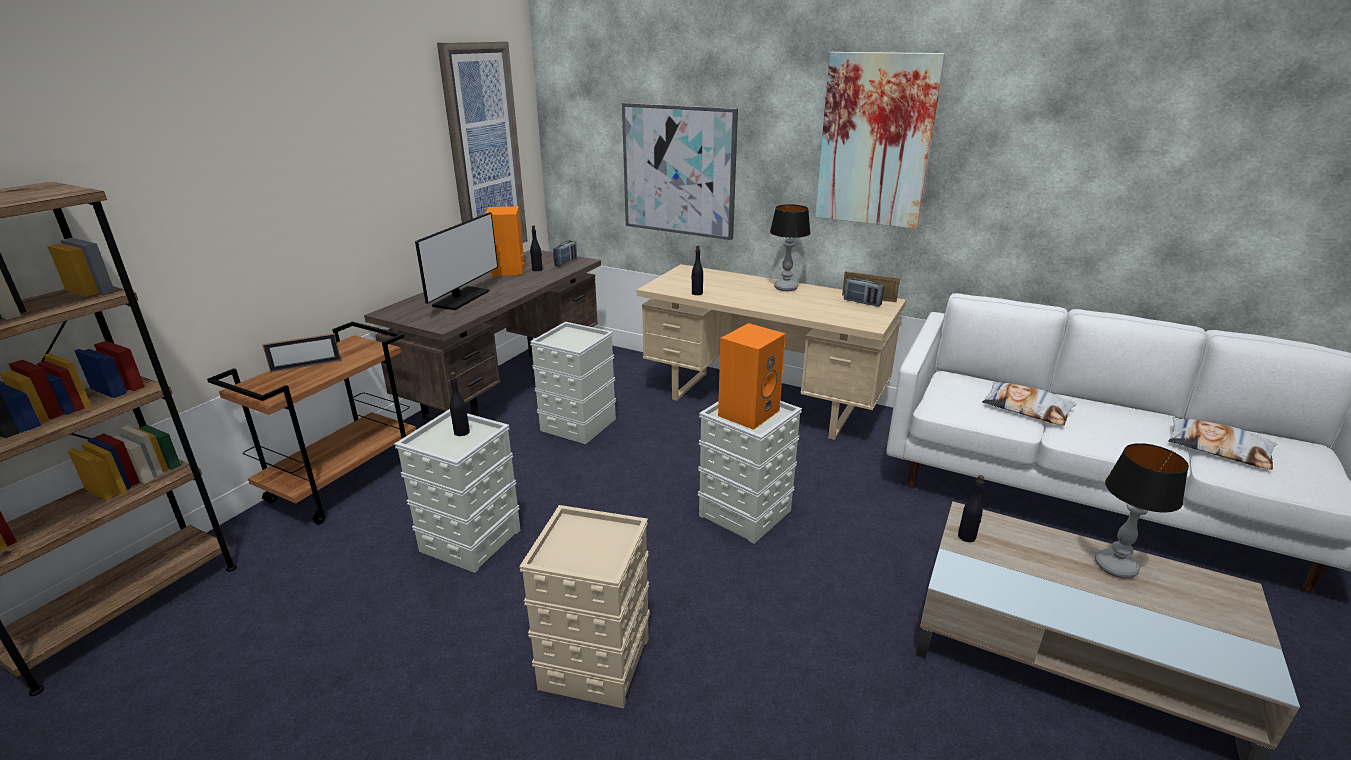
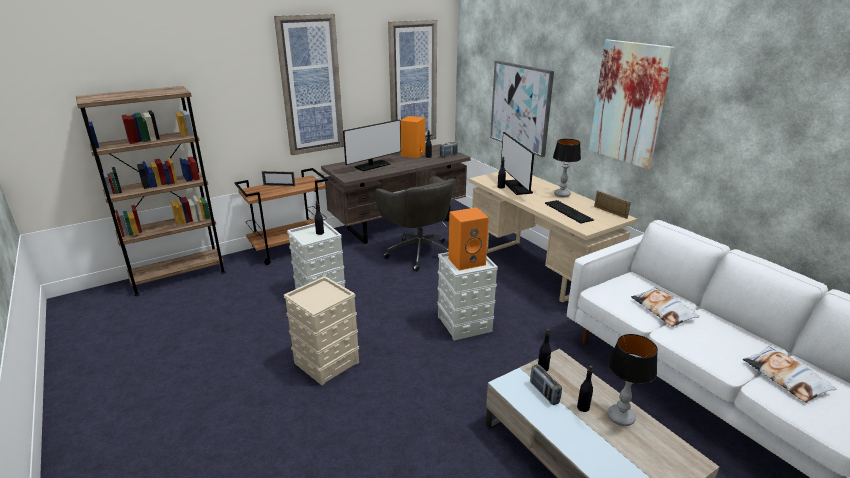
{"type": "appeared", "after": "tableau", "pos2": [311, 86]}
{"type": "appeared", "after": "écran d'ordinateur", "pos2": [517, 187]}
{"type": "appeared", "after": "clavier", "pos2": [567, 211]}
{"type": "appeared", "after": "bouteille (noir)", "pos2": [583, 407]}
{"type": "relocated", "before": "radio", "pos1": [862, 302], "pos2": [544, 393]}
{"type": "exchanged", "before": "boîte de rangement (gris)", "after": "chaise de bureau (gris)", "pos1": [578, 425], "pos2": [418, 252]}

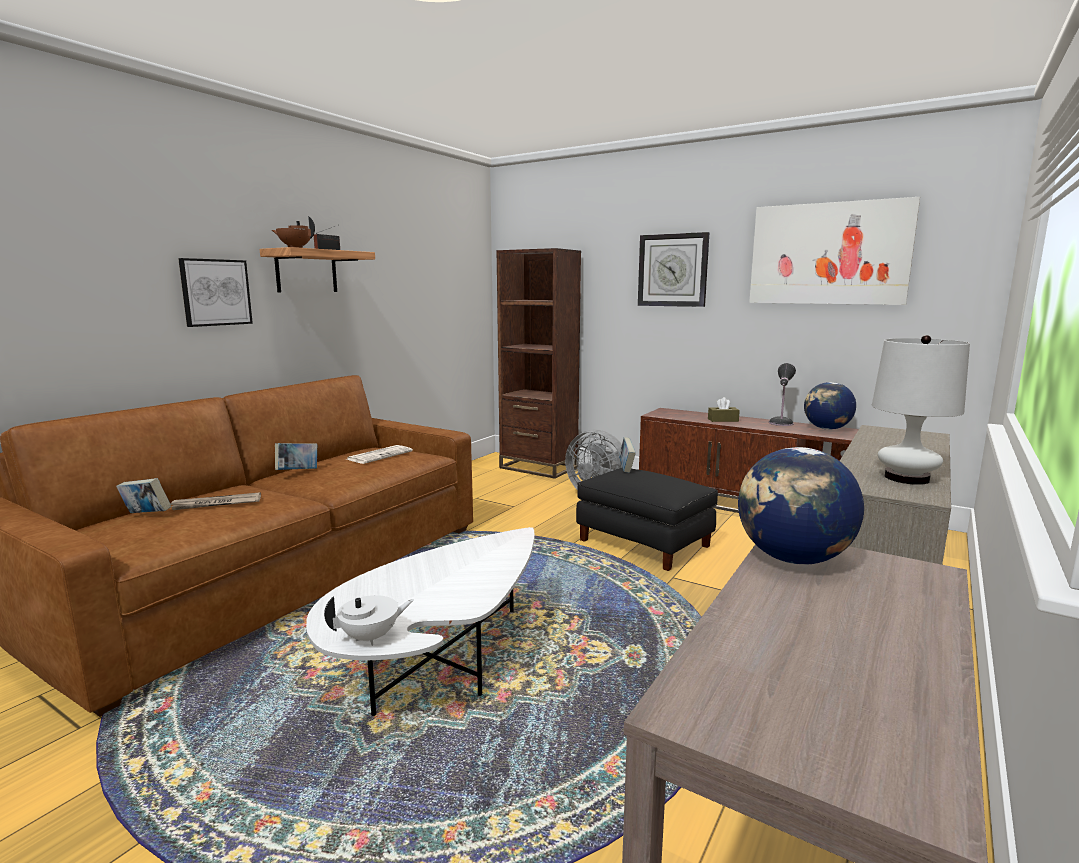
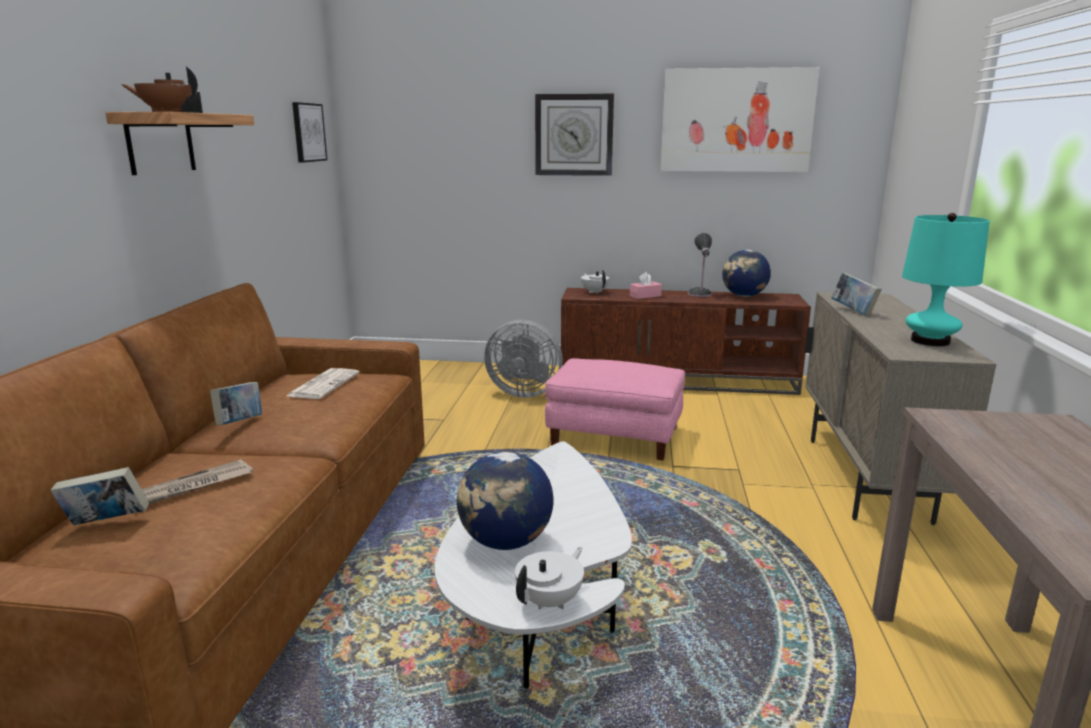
{"type": "missing", "before": "bibliothèque (marron)", "pos1": [538, 467]}
{"type": "appeared", "after": "théière (blanc)", "pos2": [594, 292]}
{"type": "relocated", "before": "tableau", "pos1": [215, 292], "pos2": [308, 132]}
{"type": "relocated", "before": "livre", "pos1": [626, 468], "pos2": [853, 311]}
{"type": "relocated", "before": "globe", "pos1": [793, 559], "pos2": [506, 542]}
{"type": "colour", "before": "pouf (noir)", "after": "pouf (rose)", "pos1": [645, 543], "pos2": [615, 435]}
{"type": "colour", "before": "boîte à mouchoirs (marron)", "after": "boîte à mouchoirs (rose)", "pos1": [723, 420], "pos2": [645, 296]}
{"type": "colour", "before": "lampe de table (blanc)", "after": "lampe de table (turquoise)", "pos1": [906, 478], "pos2": [930, 341]}

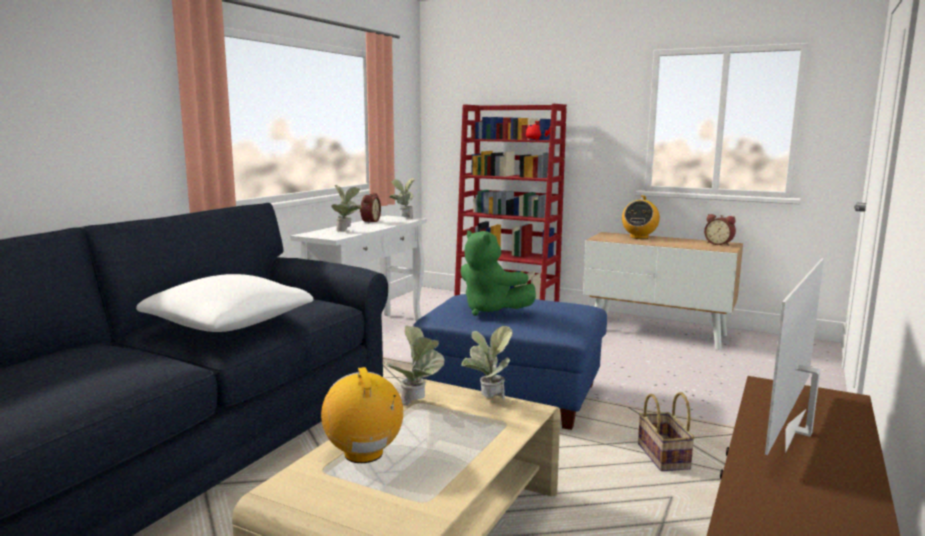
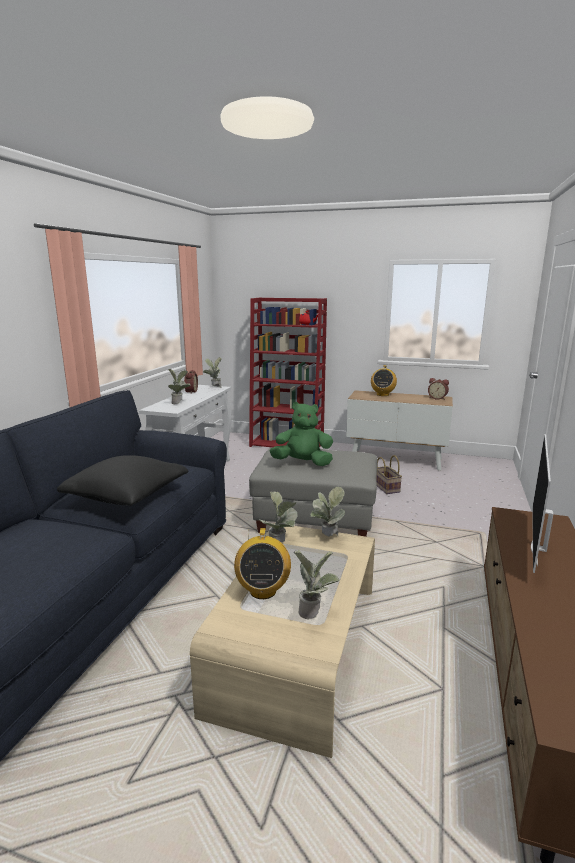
{"type": "appeared", "after": "plante en pot", "pos2": [314, 611]}
{"type": "relocated", "before": "panier", "pos1": [665, 457], "pos2": [387, 488]}
{"type": "colour", "before": "coussin (blanc)", "after": "coussin (noir)", "pos1": [228, 324], "pos2": [127, 495]}
{"type": "colour", "before": "pouf (bleu)", "after": "pouf (gris)", "pos1": [511, 396], "pos2": [316, 519]}
{"type": "spun", "before": "radio", "pos1": [364, 454], "pos2": [263, 590], "turn": -150}
{"type": "spun", "before": "peluche (vert)", "pos1": [491, 310], "pos2": [303, 463], "turn": 150}

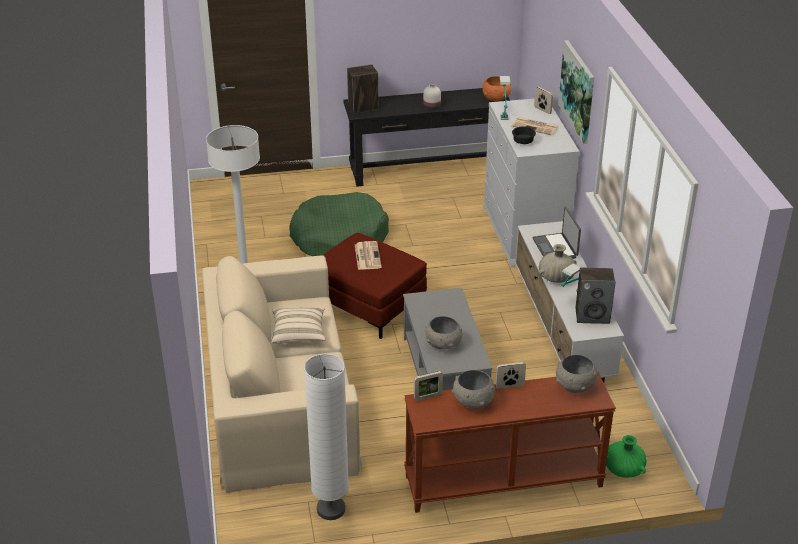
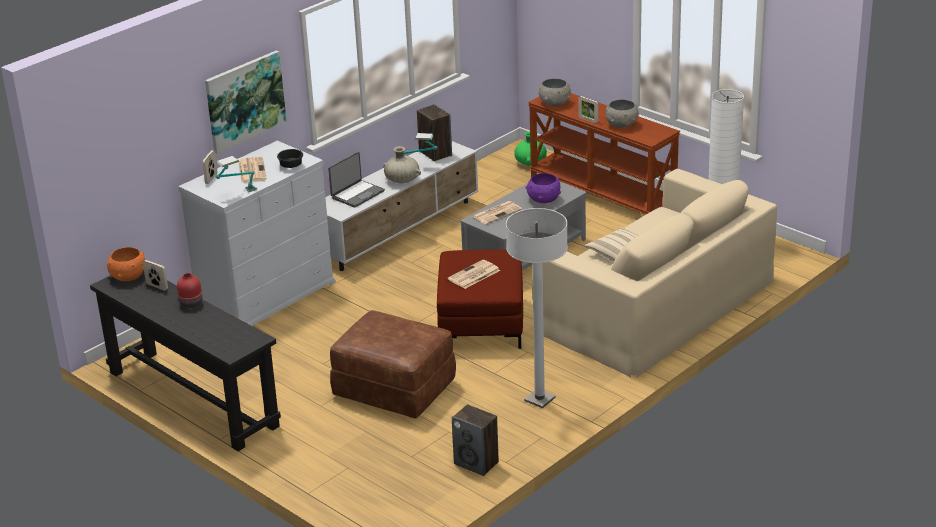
{"type": "appeared", "after": "journal", "pos2": [497, 213]}
{"type": "relocated", "before": "enceinte", "pos1": [363, 108], "pos2": [477, 463]}
{"type": "relocated", "before": "cadre photo", "pos1": [428, 397], "pos2": [157, 287]}
{"type": "exchanged", "before": "panier pour chien (vert)", "after": "pouf (marron)", "pos1": [339, 237], "pos2": [393, 389]}
{"type": "colour", "before": "vase (blanc)", "after": "vase (rouge)", "pos1": [431, 107], "pos2": [190, 303]}
{"type": "colour", "before": "bol (gris)", "after": "bol (violet)", "pos1": [443, 344], "pos2": [543, 199]}

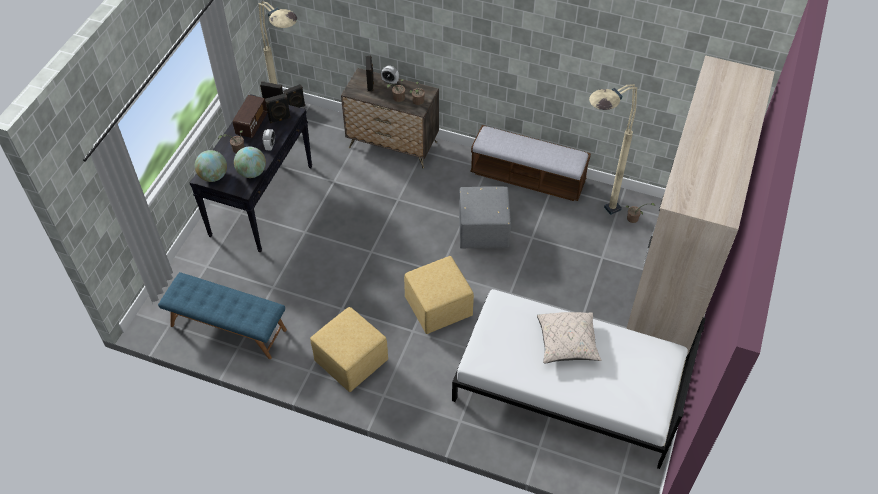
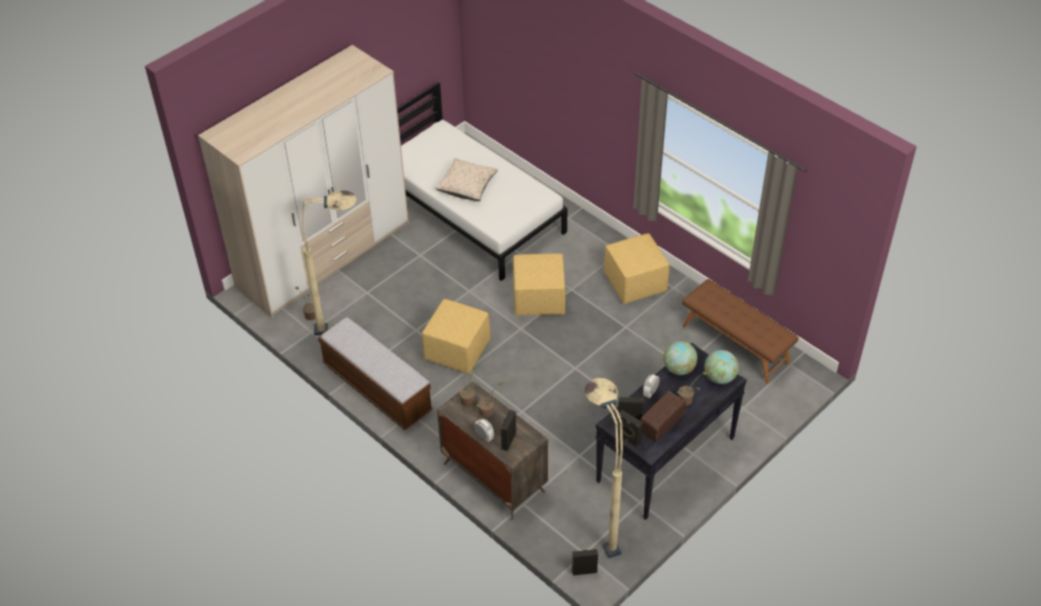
{"type": "colour", "before": "banc (bleu)", "after": "banc (marron)", "pos1": [228, 328], "pos2": [736, 344]}
{"type": "colour", "before": "pouf (gris)", "after": "pouf (jaune)", "pos1": [484, 231], "pos2": [456, 350]}

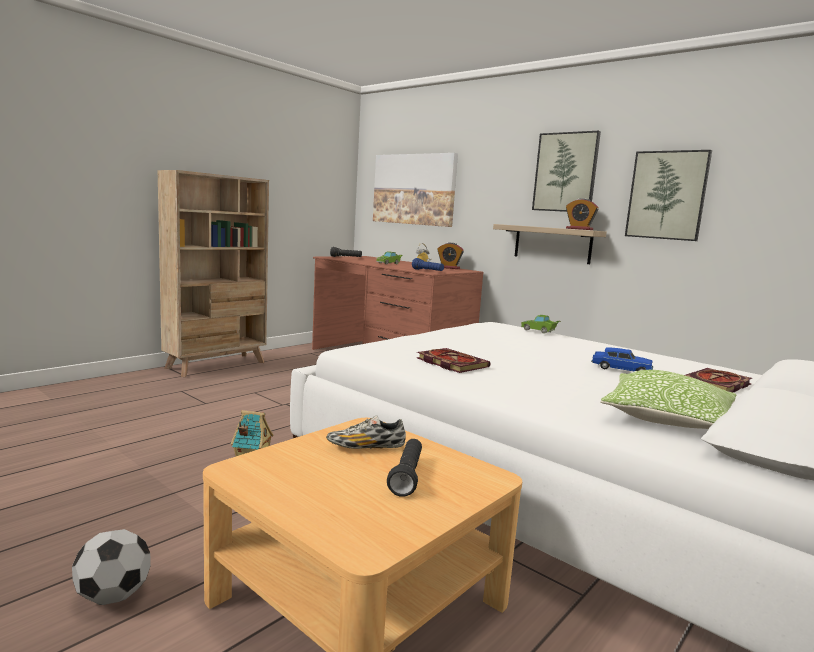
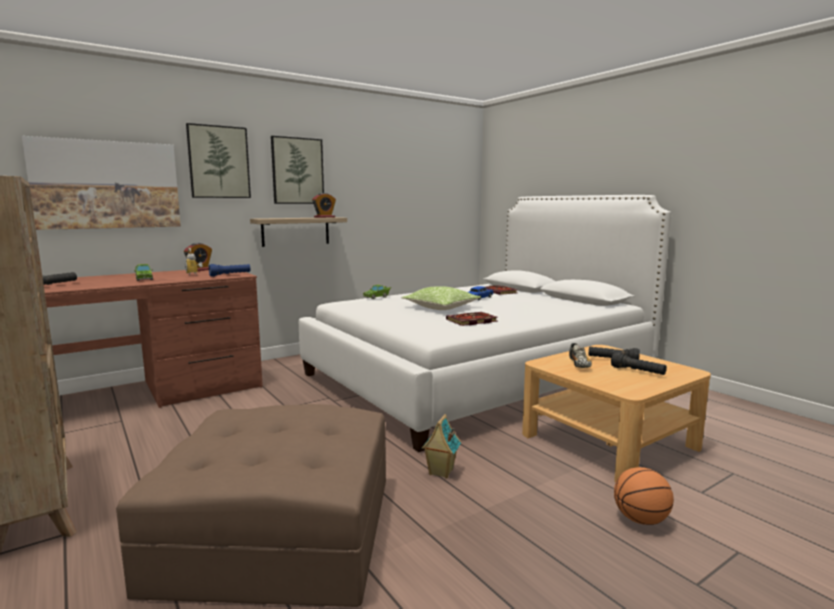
{"type": "appeared", "after": "pouf (marron)", "pos2": [279, 530]}
{"type": "appeared", "after": "lampe de poche (noir)", "pos2": [637, 372]}
{"type": "relocated", "before": "coussin", "pos1": [668, 418], "pos2": [441, 307]}
{"type": "relocated", "before": "tableau", "pos1": [667, 195], "pos2": [219, 162]}
{"type": "exchanged", "before": "ballon de foot", "after": "ballon de basket", "pos1": [113, 596], "pos2": [640, 520]}

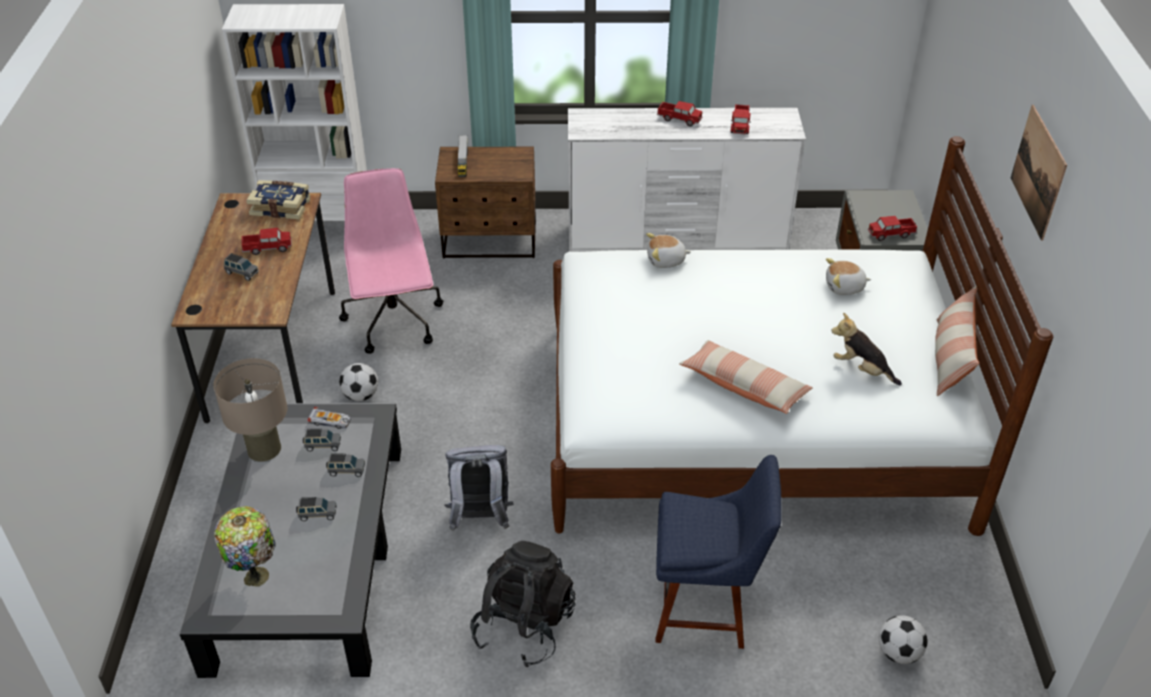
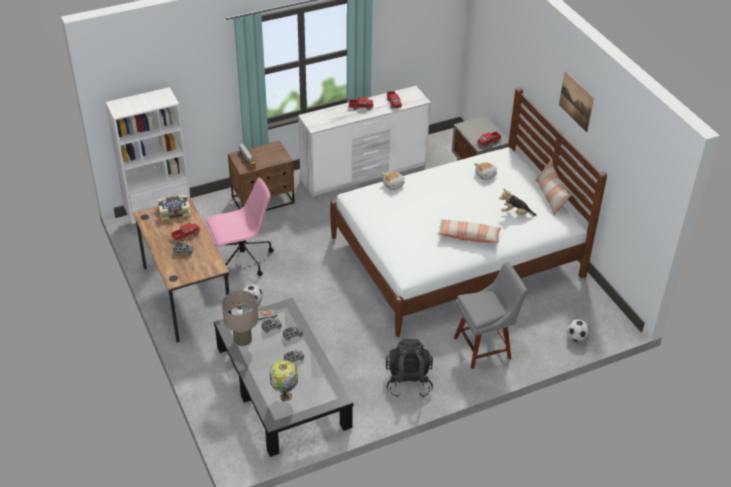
{"type": "missing", "before": "sac à dos (gris)", "pos1": [480, 518]}
{"type": "colour", "before": "chaise (bleu)", "after": "chaise (gris)", "pos1": [706, 608], "pos2": [485, 347]}
{"type": "spun", "before": "chaise de bureau (rose)", "pos1": [394, 322], "pos2": [242, 260], "turn": 105}

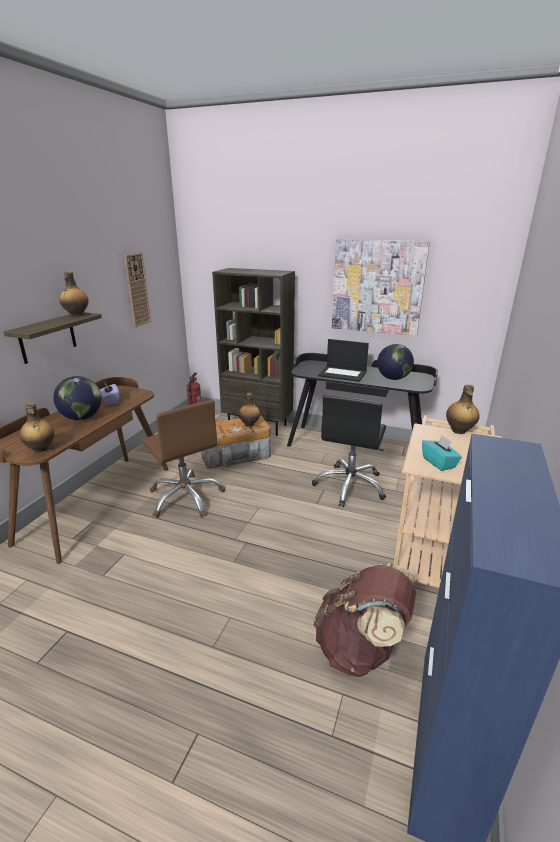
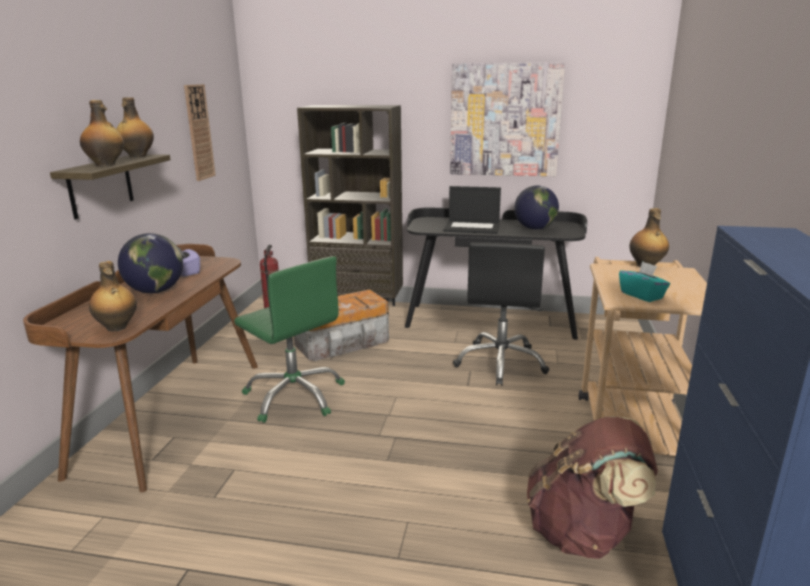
{"type": "relocated", "before": "bouteille", "pos1": [249, 424], "pos2": [106, 165]}
{"type": "colour", "before": "chaise de bureau (marron)", "after": "chaise de bureau (vert)", "pos1": [186, 497], "pos2": [295, 396]}

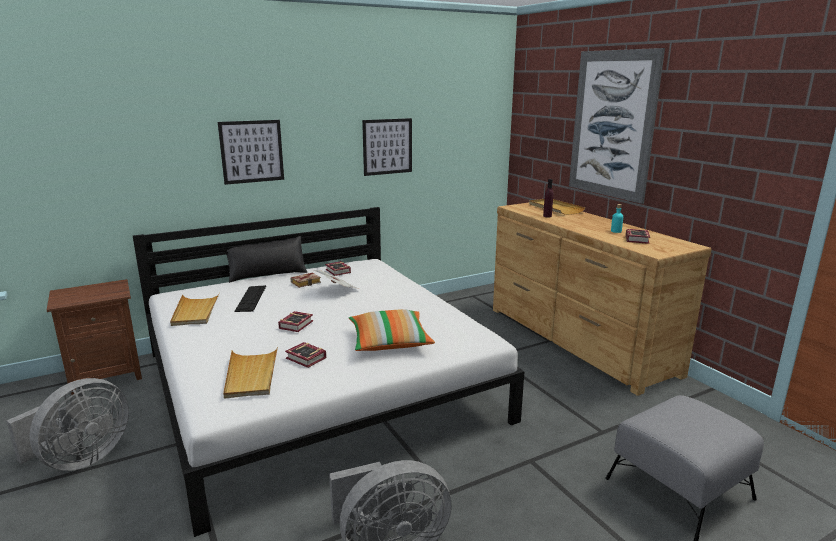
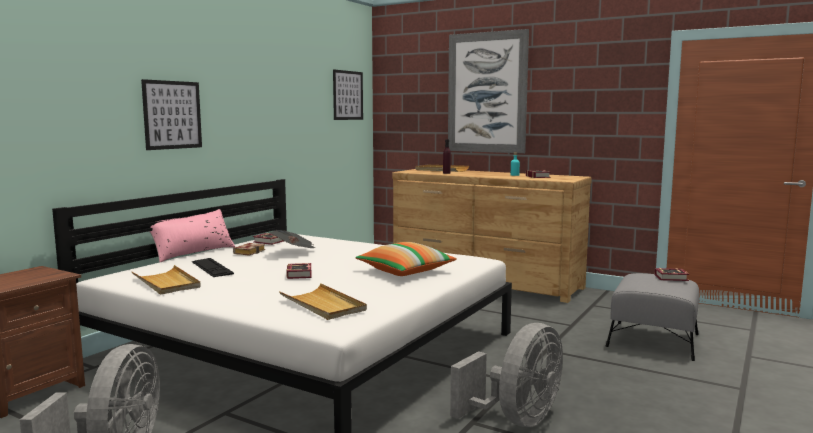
{"type": "relocated", "before": "livre", "pos1": [306, 359], "pos2": [673, 278]}
{"type": "relocated", "before": "tableau", "pos1": [387, 146], "pos2": [348, 95]}
{"type": "colour", "before": "coussin (noir)", "after": "coussin (rose)", "pos1": [267, 274], "pos2": [193, 253]}

